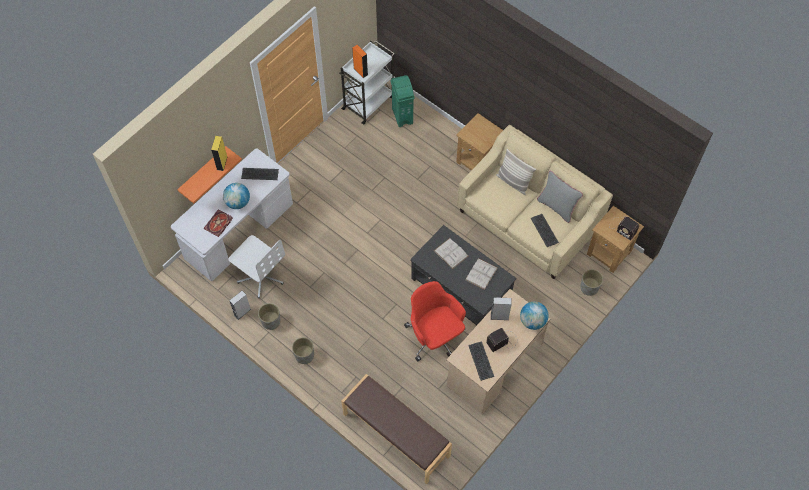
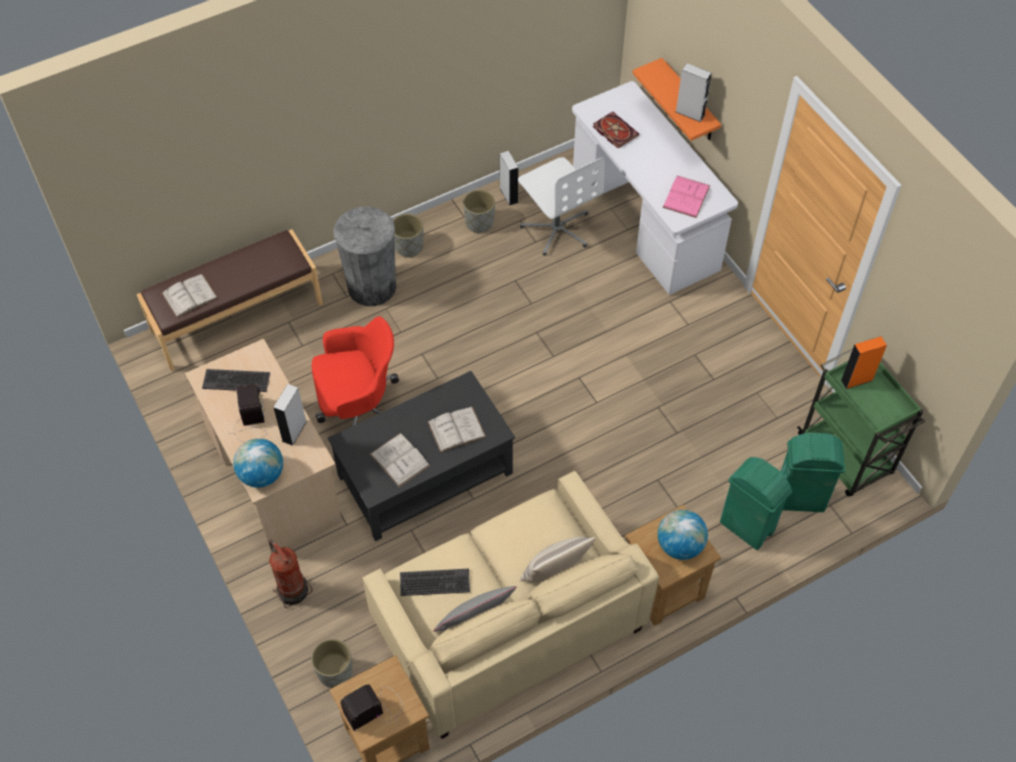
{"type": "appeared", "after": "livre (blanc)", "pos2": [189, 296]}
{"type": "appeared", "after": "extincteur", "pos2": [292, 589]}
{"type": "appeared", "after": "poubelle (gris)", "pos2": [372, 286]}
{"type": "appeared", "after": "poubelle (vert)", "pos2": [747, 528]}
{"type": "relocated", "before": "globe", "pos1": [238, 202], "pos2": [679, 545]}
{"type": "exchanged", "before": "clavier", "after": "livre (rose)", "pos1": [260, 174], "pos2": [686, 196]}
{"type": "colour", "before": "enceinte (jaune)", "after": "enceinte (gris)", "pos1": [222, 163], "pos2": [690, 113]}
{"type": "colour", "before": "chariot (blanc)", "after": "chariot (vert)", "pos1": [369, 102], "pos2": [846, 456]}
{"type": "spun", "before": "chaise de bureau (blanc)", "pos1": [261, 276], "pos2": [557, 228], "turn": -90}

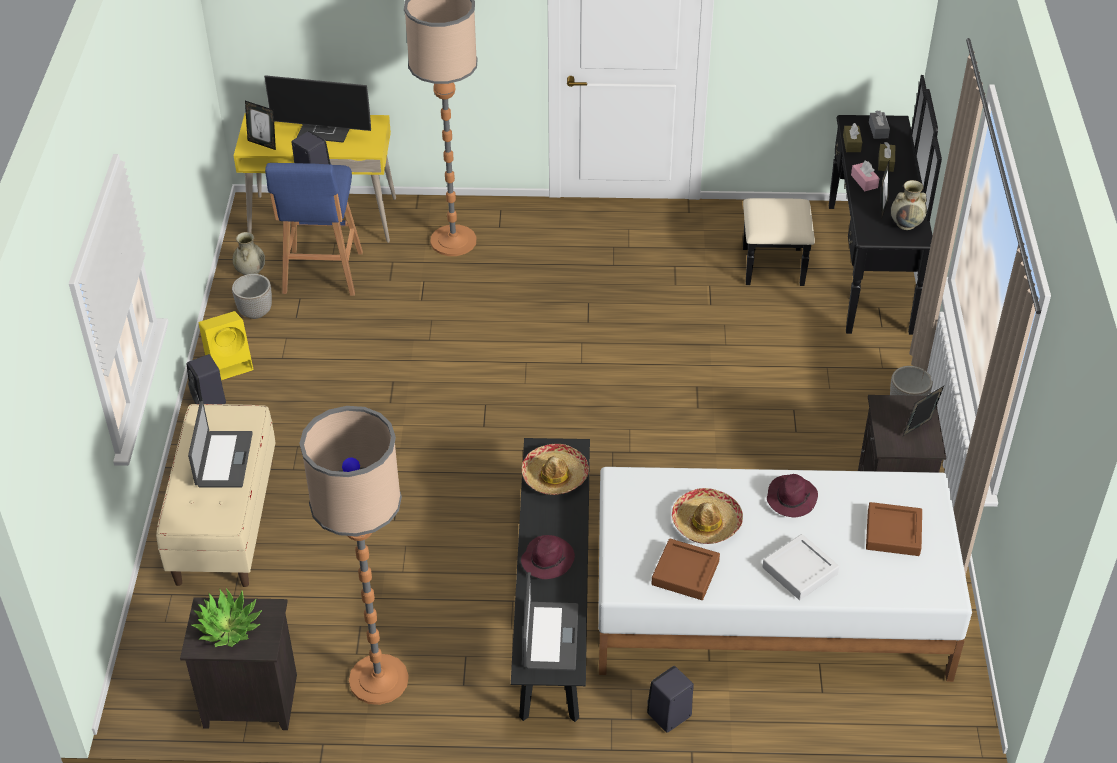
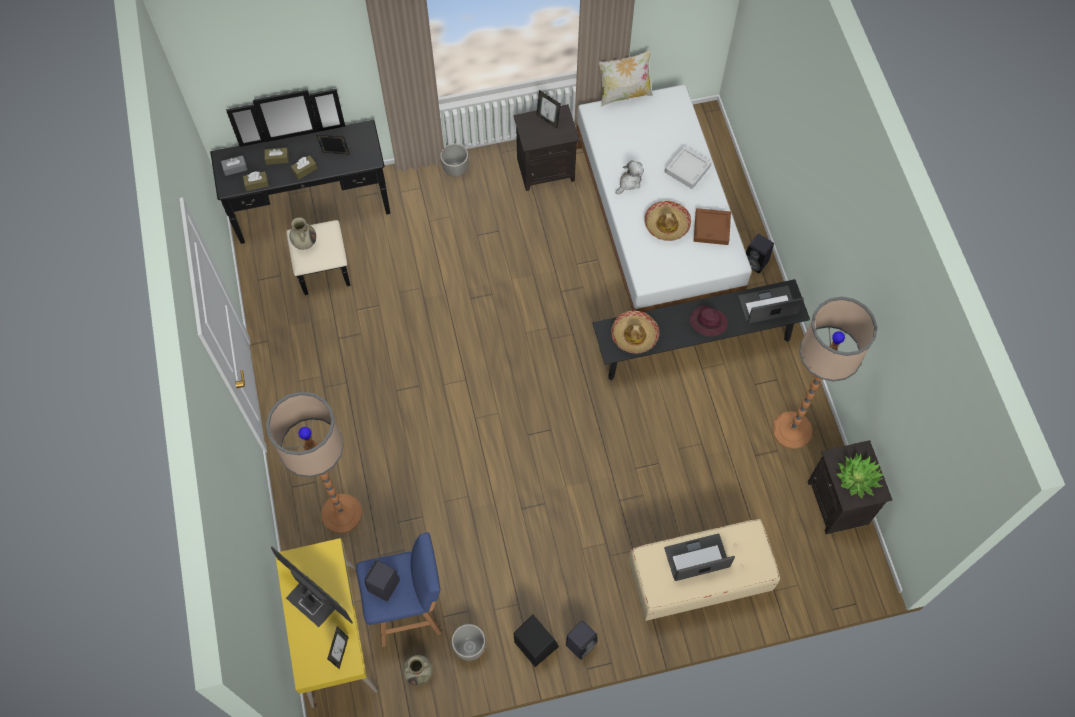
{"type": "missing", "before": "plateau (marron)", "pos1": [893, 533]}
{"type": "appeared", "after": "coussin", "pos2": [624, 94]}
{"type": "relocated", "before": "vase (beige)", "pos1": [906, 224], "pos2": [305, 242]}
{"type": "exchanged", "before": "chapeau (violet)", "after": "peluche", "pos1": [791, 498], "pos2": [629, 182]}
{"type": "colour", "before": "enceinte (jaune)", "after": "enceinte (noir)", "pos1": [230, 363], "pos2": [535, 643]}
{"type": "colour", "before": "boîte à mouchoirs (rose)", "after": "boîte à mouchoirs (marron)", "pos1": [864, 181], "pos2": [304, 170]}
{"type": "spun", "before": "écran d'ordinateur", "pos1": [325, 132], "pos2": [311, 601], "turn": -45}

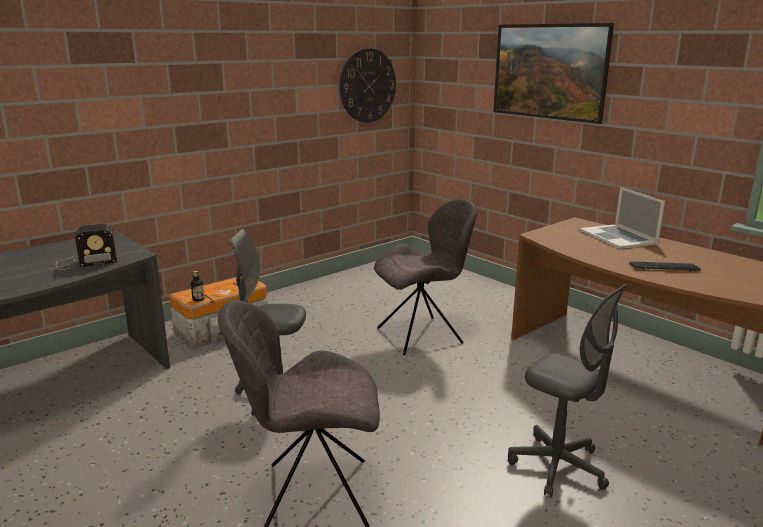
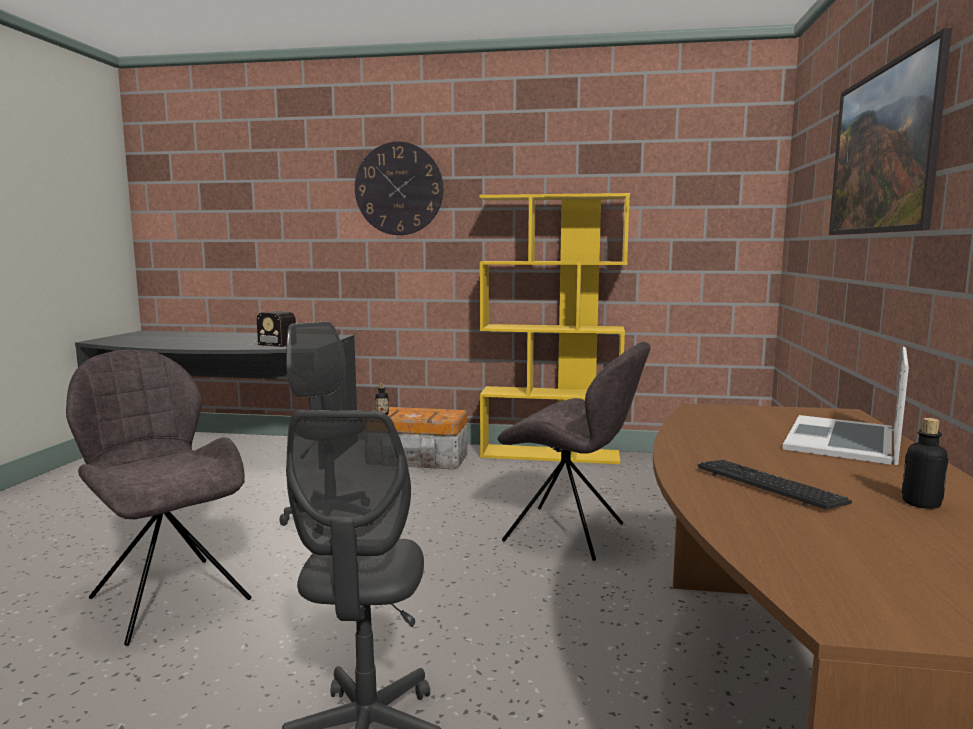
{"type": "appeared", "after": "bibliothèque (jaune)", "pos2": [551, 454]}
{"type": "appeared", "after": "bouteille", "pos2": [921, 503]}
{"type": "relocated", "before": "horloge murale", "pos1": [367, 85], "pos2": [399, 189]}

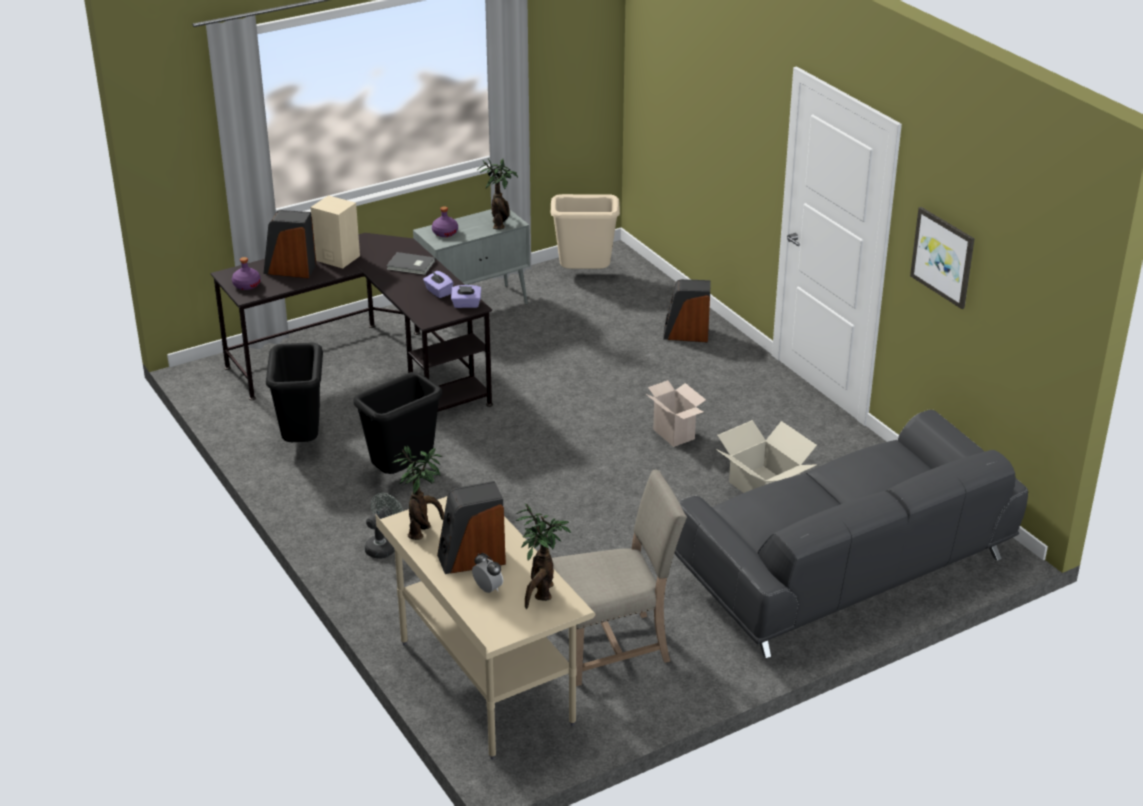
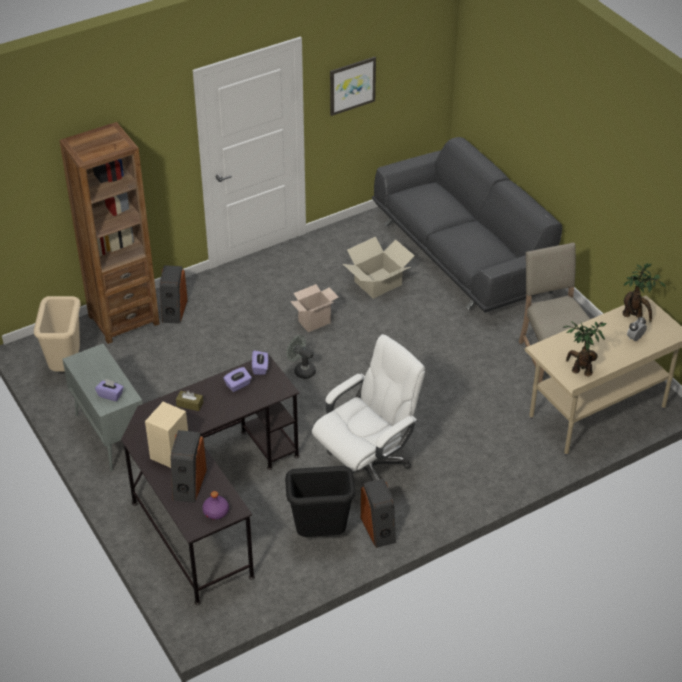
{"type": "missing", "before": "plante en pot", "pos1": [500, 224]}
{"type": "appeared", "after": "bibliothèque (marron)", "pos2": [123, 320]}
{"type": "relocated", "before": "ventilateur (gris)", "pos1": [383, 546], "pos2": [301, 370]}
{"type": "relocated", "before": "enceinte", "pos1": [471, 558], "pos2": [379, 529]}
{"type": "exchanged", "before": "poubelle (noir)", "after": "chaise de bureau (blanc)", "pos1": [402, 473], "pos2": [366, 468]}
{"type": "exchanged", "before": "livre (gris)", "after": "boîte à mouchoirs (marron)", "pos1": [411, 266], "pos2": [190, 404]}
{"type": "exchanged", "before": "bouteille (violet)", "after": "boîte à mouchoirs (violet)", "pos1": [445, 233], "pos2": [110, 395]}

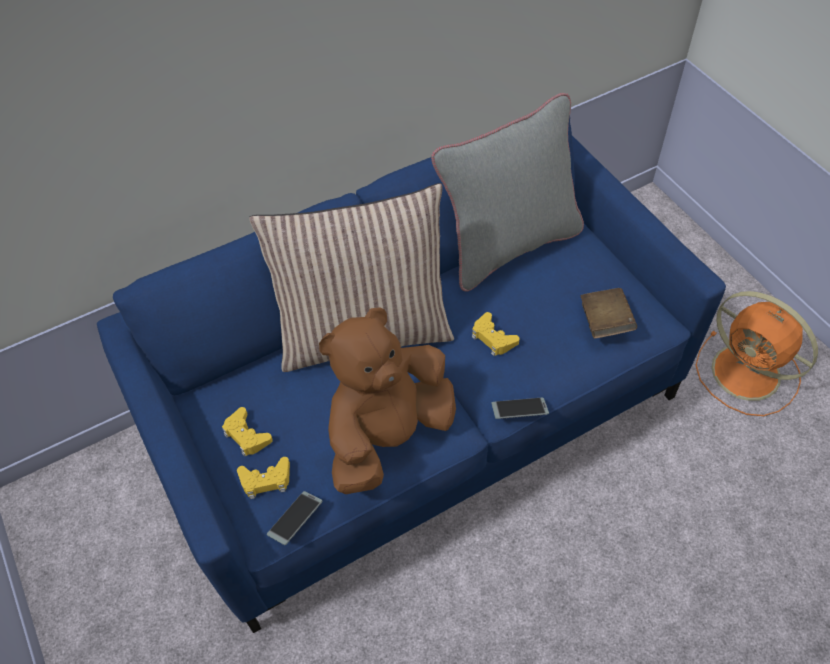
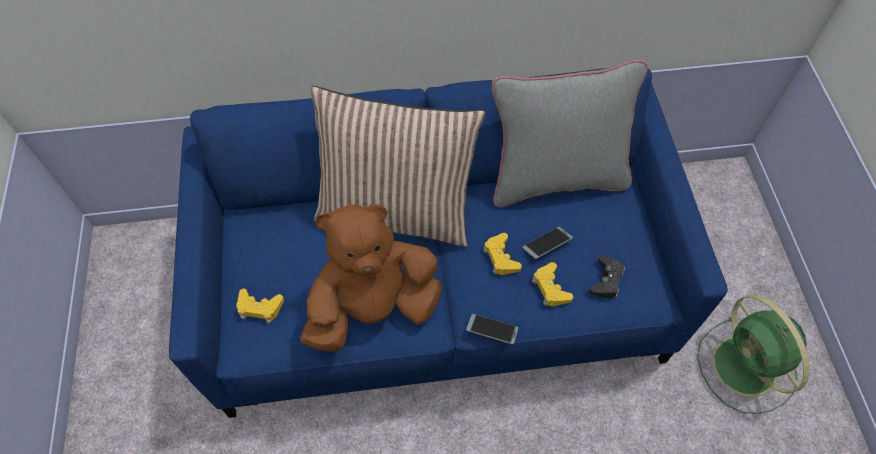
{"type": "relocated", "before": "manette (jaune)", "pos1": [247, 435], "pos2": [550, 288]}
{"type": "relocated", "before": "téléphone", "pos1": [295, 520], "pos2": [546, 245]}
{"type": "exchanged", "before": "livre (marron)", "after": "manette (noir)", "pos1": [605, 322], "pos2": [606, 280]}
{"type": "colour", "before": "ventilateur (orange)", "after": "ventilateur (vert)", "pos1": [748, 374], "pos2": [746, 368]}

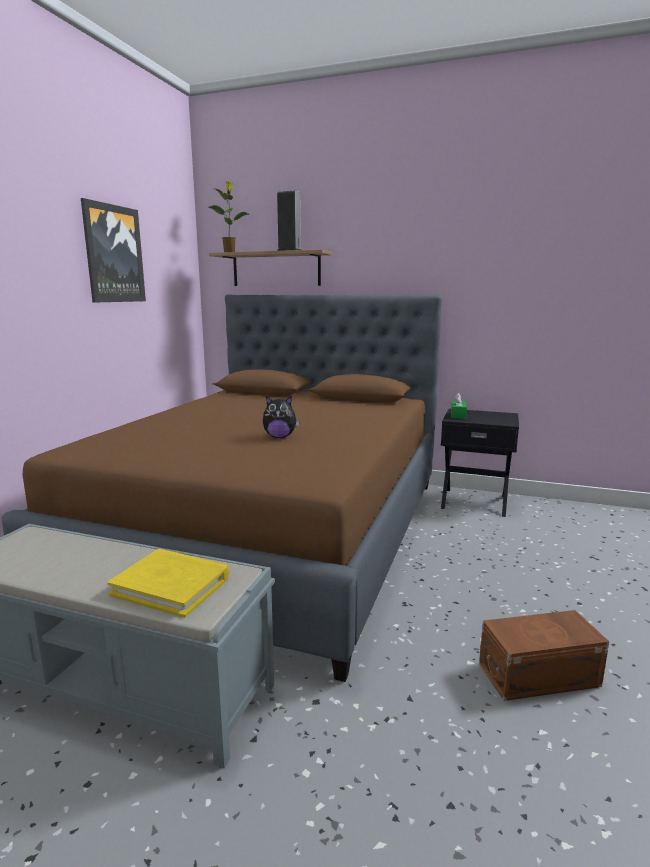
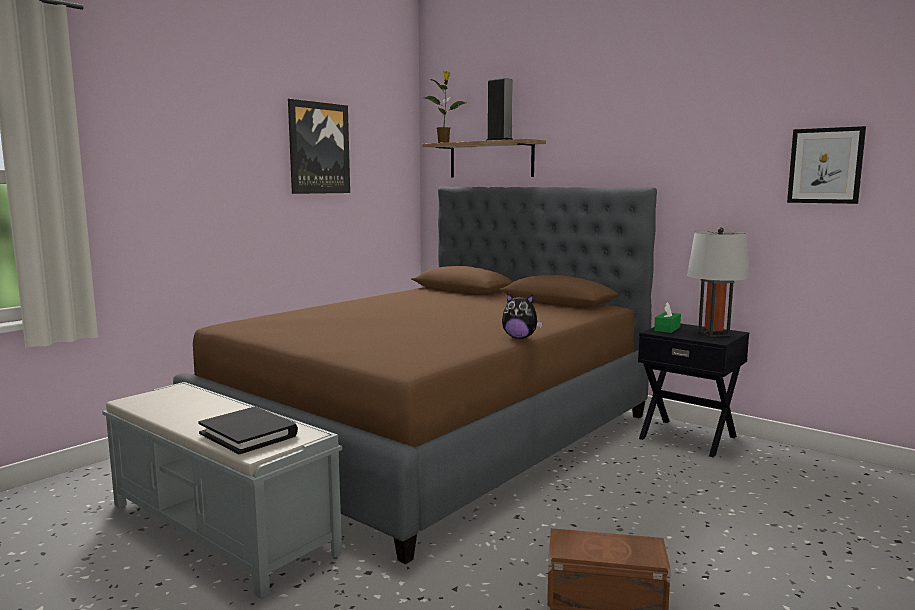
{"type": "appeared", "after": "lampe de table (gris)", "pos2": [713, 333]}
{"type": "appeared", "after": "tableau", "pos2": [825, 165]}
{"type": "relocated", "before": "peluche", "pos1": [280, 437], "pos2": [520, 338]}
{"type": "colour", "before": "livre (jaune)", "after": "livre (noir)", "pos1": [172, 585], "pos2": [249, 434]}

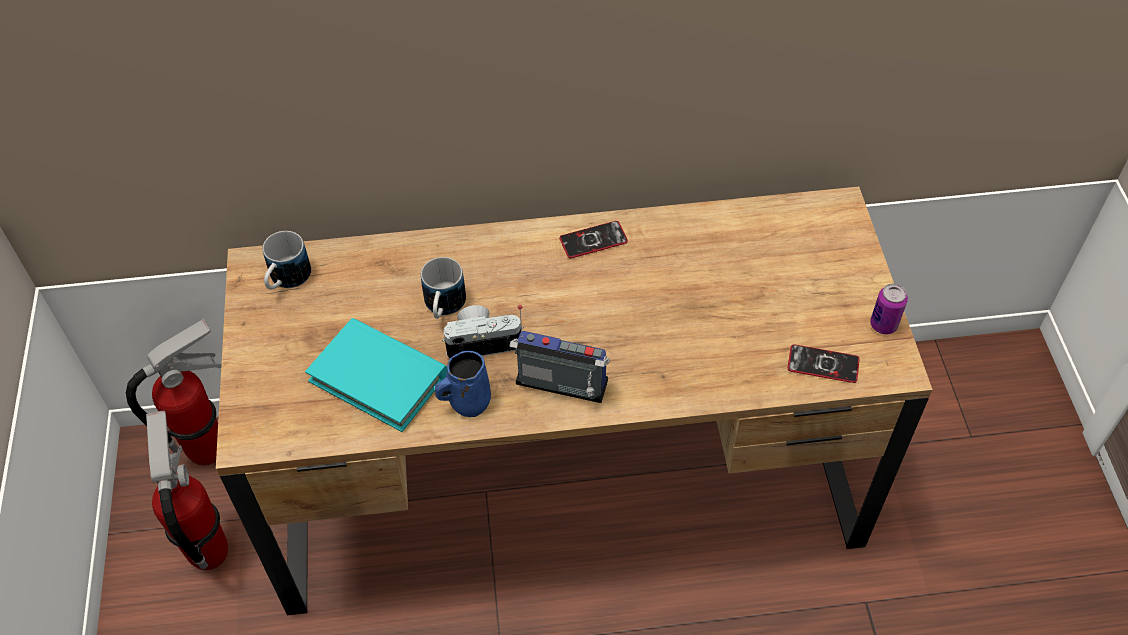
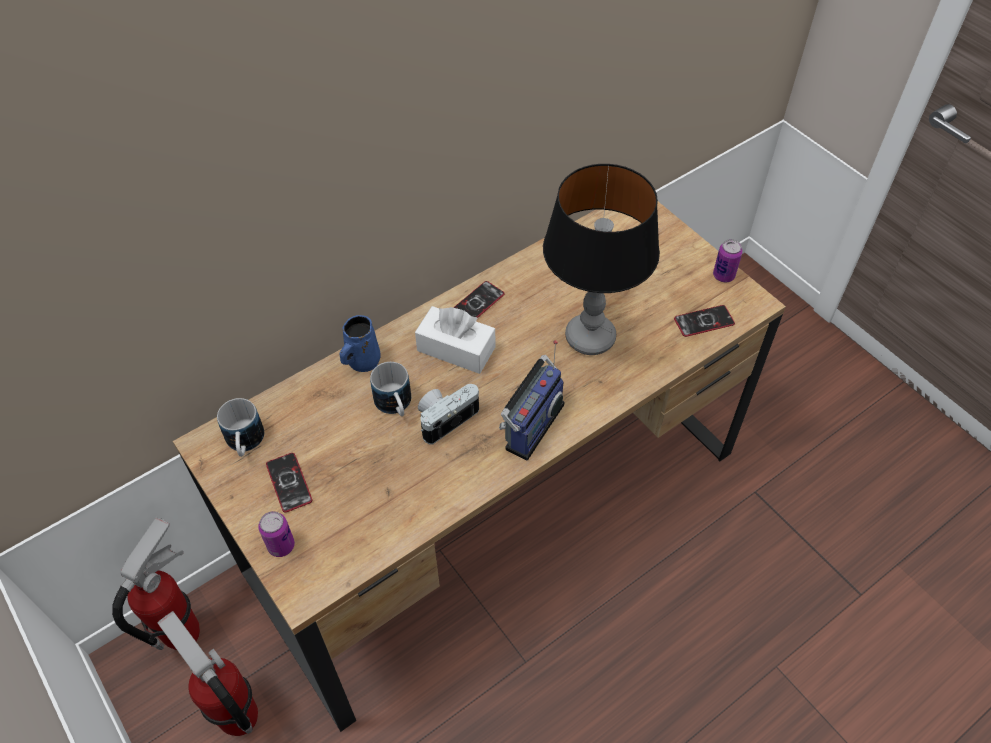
{"type": "missing", "before": "livre (turquoise)", "pos1": [378, 377]}
{"type": "appeared", "after": "boîte métallique", "pos2": [281, 546]}
{"type": "appeared", "after": "téléphone", "pos2": [289, 483]}
{"type": "appeared", "after": "boîte à mouchoirs (blanc)", "pos2": [456, 349]}
{"type": "appeared", "after": "lampe de table", "pos2": [589, 337]}
{"type": "relocated", "before": "mug (bleu)", "pos1": [467, 402], "pos2": [362, 362]}
{"type": "spun", "before": "radio", "pos1": [560, 387], "pos2": [530, 425], "turn": 135}

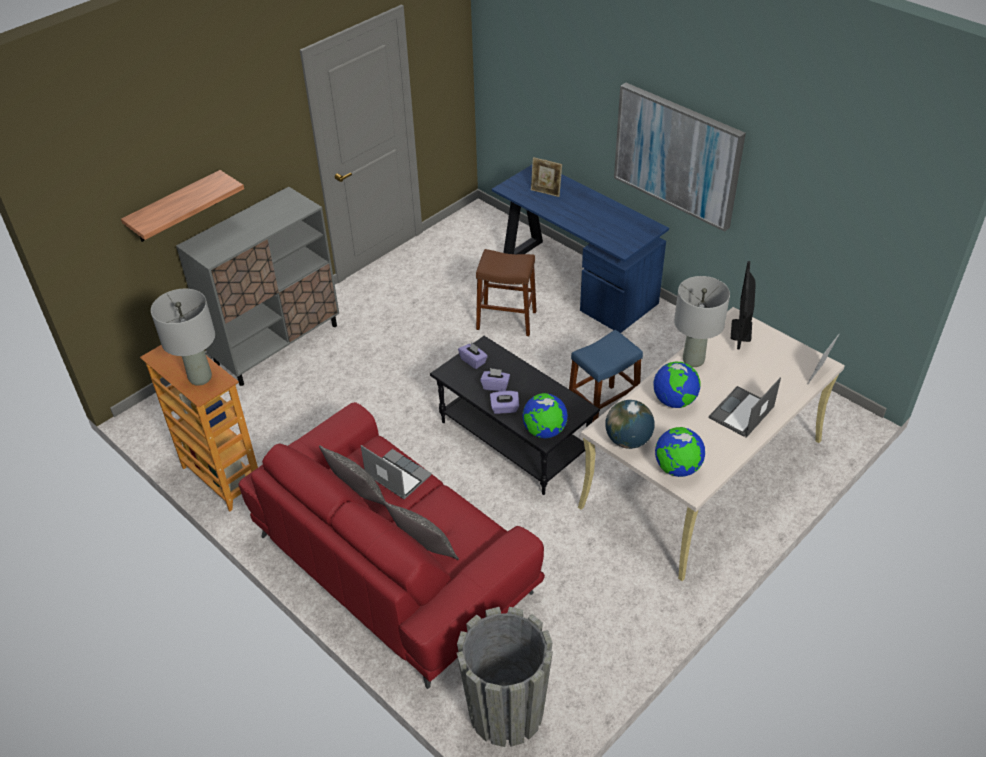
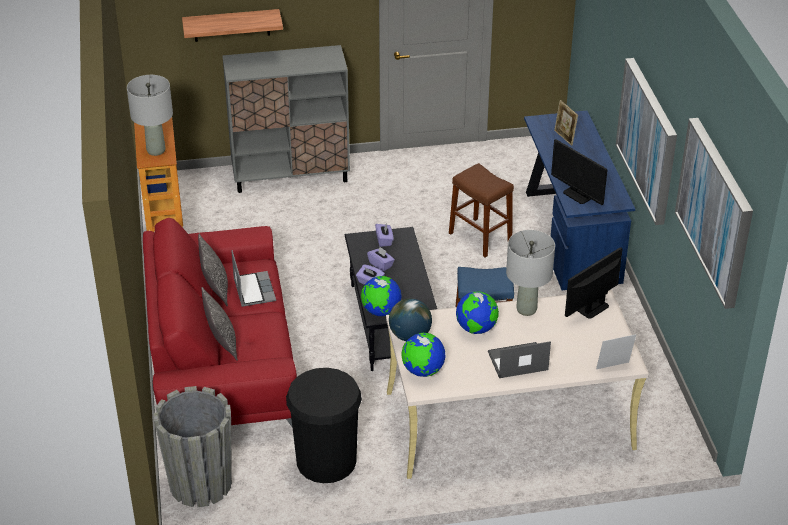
{"type": "appeared", "after": "poubelle (noir)", "pos2": [326, 461]}
{"type": "appeared", "after": "écran d'ordinateur", "pos2": [578, 195]}
{"type": "appeared", "after": "tableau", "pos2": [716, 211]}

